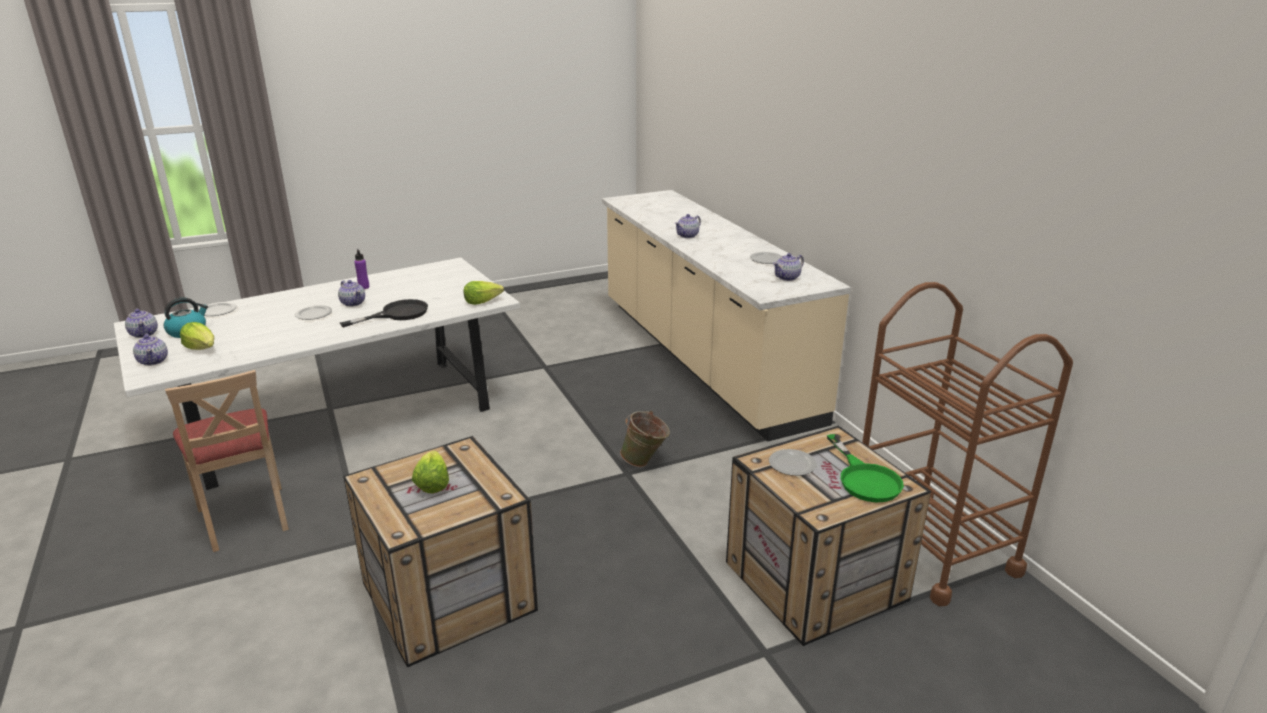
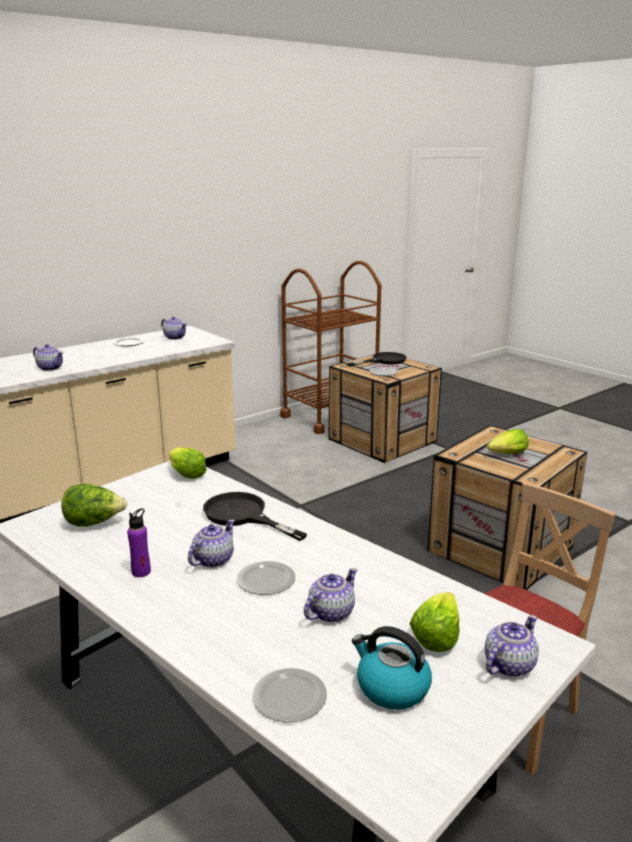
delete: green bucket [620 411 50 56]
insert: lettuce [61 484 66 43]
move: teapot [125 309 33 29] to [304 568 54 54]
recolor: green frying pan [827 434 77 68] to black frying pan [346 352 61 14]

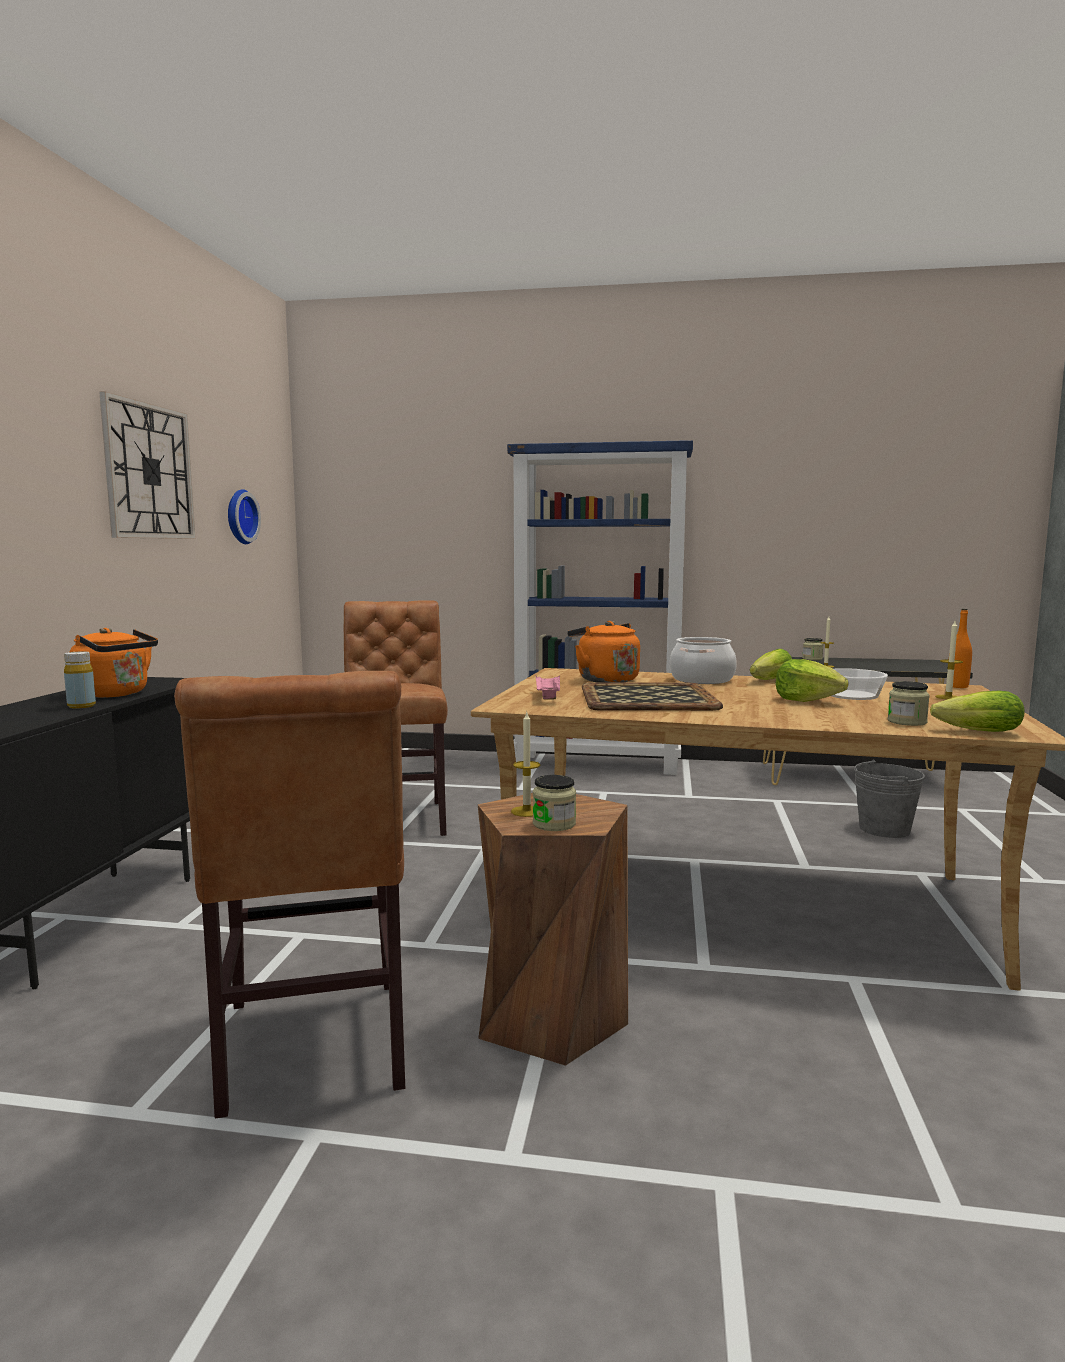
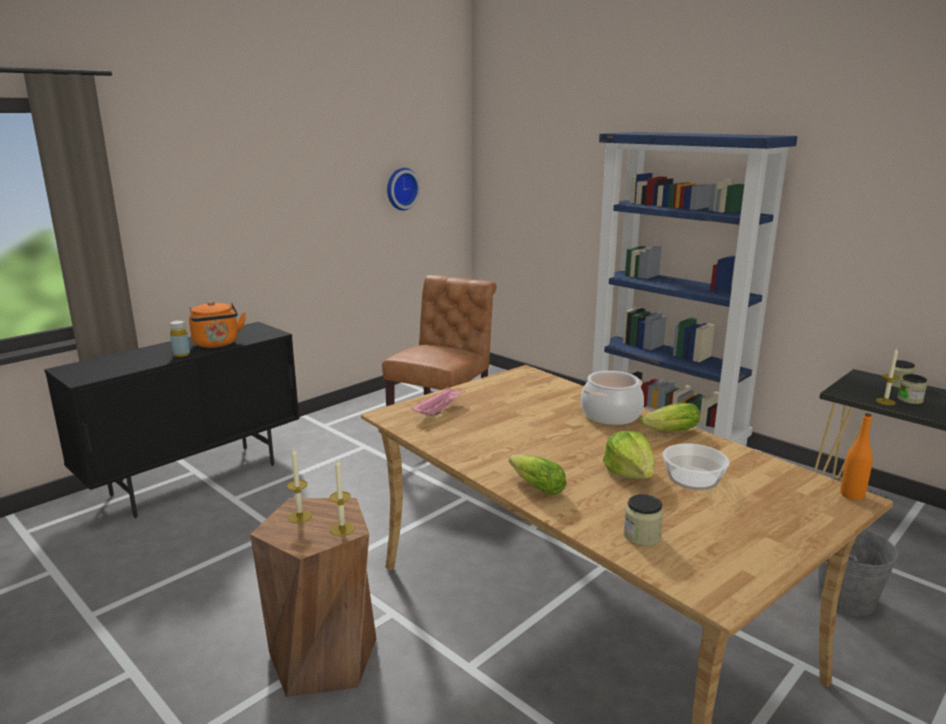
delete: wall clock [99 391 97 148]; brown chair [174 671 231 447]; orange kettle [567 621 73 62]; tray [582 683 141 28]
move: jar [533 775 43 56] to [897 374 30 30]; lettuce [930 691 95 41] to [509 455 57 40]; candle [935 621 28 78] to [330 459 24 77]

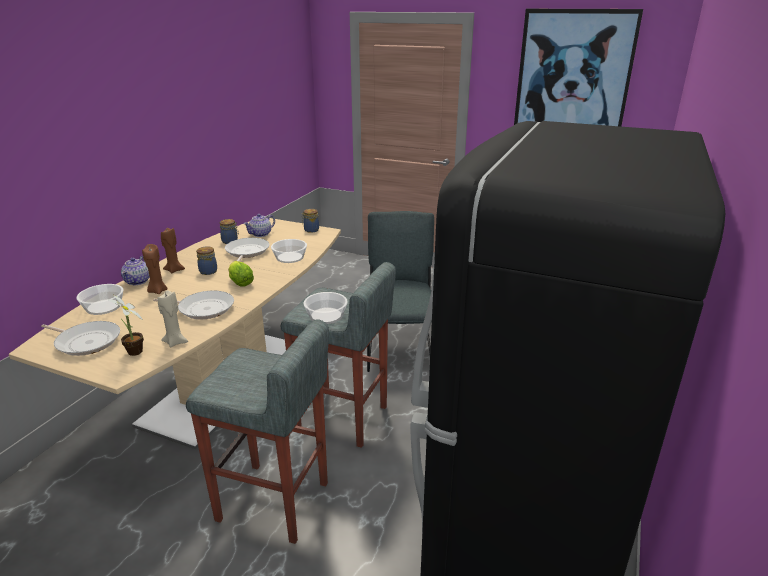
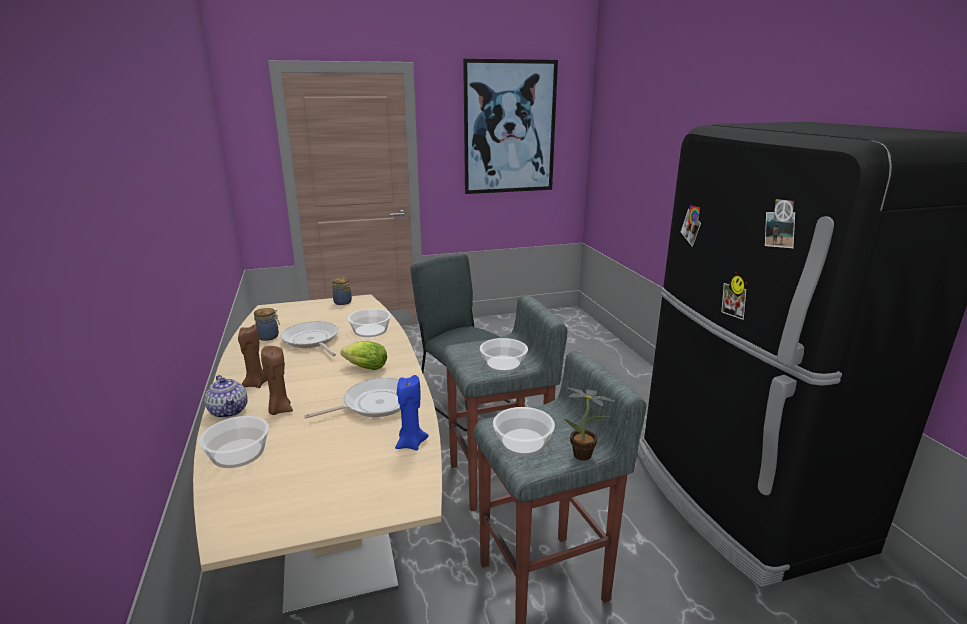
delete: frying pan [41 321 79 35]; jar [196 246 21 29]; teapot [243 214 32 23]
insert: bowl [493 407 62 49]
move: potted plant [108 295 36 61] to [565 387 50 74]
recolor: beige candle [158 290 30 57] to blue candle [395 375 34 76]

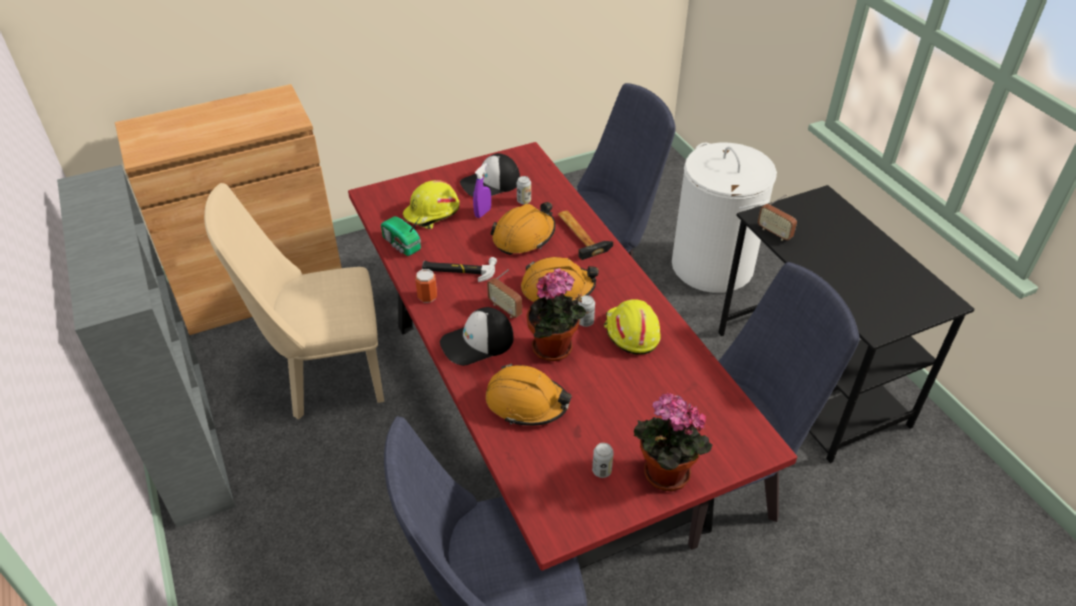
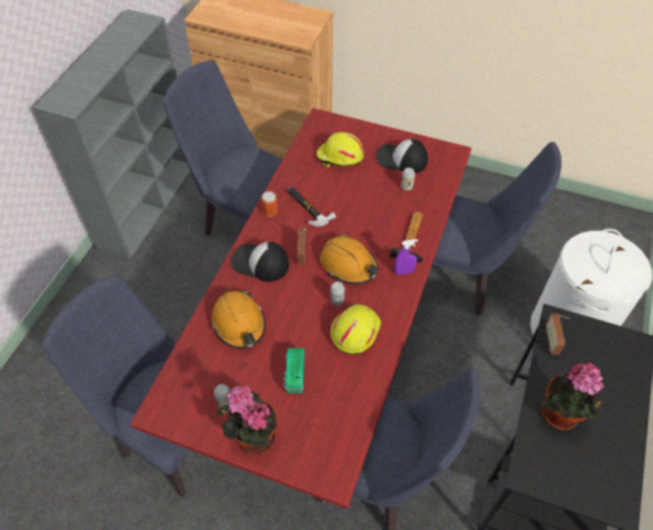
delete: orange hard hat [490 202 66 53]
move: radio [381 216 40 40] to [283 348 22 45]; purple spray bottle [473 163 18 55] to [394 239 24 36]; potted plant [526 268 60 93] to [542 363 62 67]
recolor: beige chair [204 183 180 236] to blue chair [163 60 120 175]

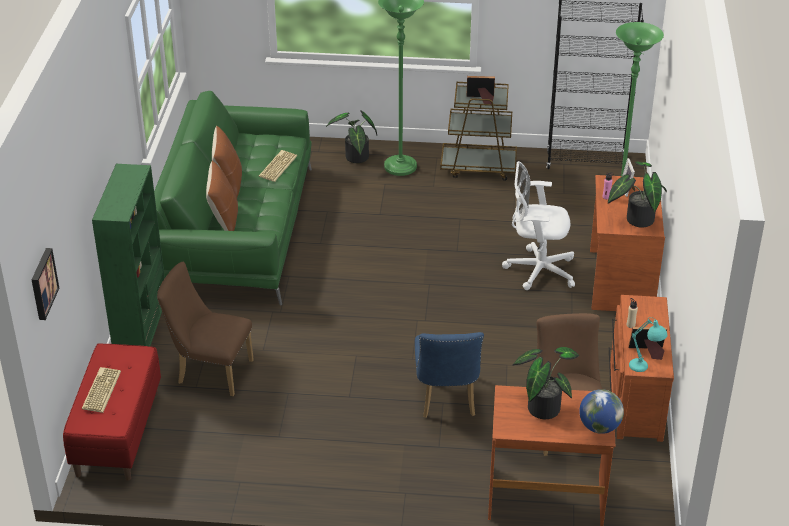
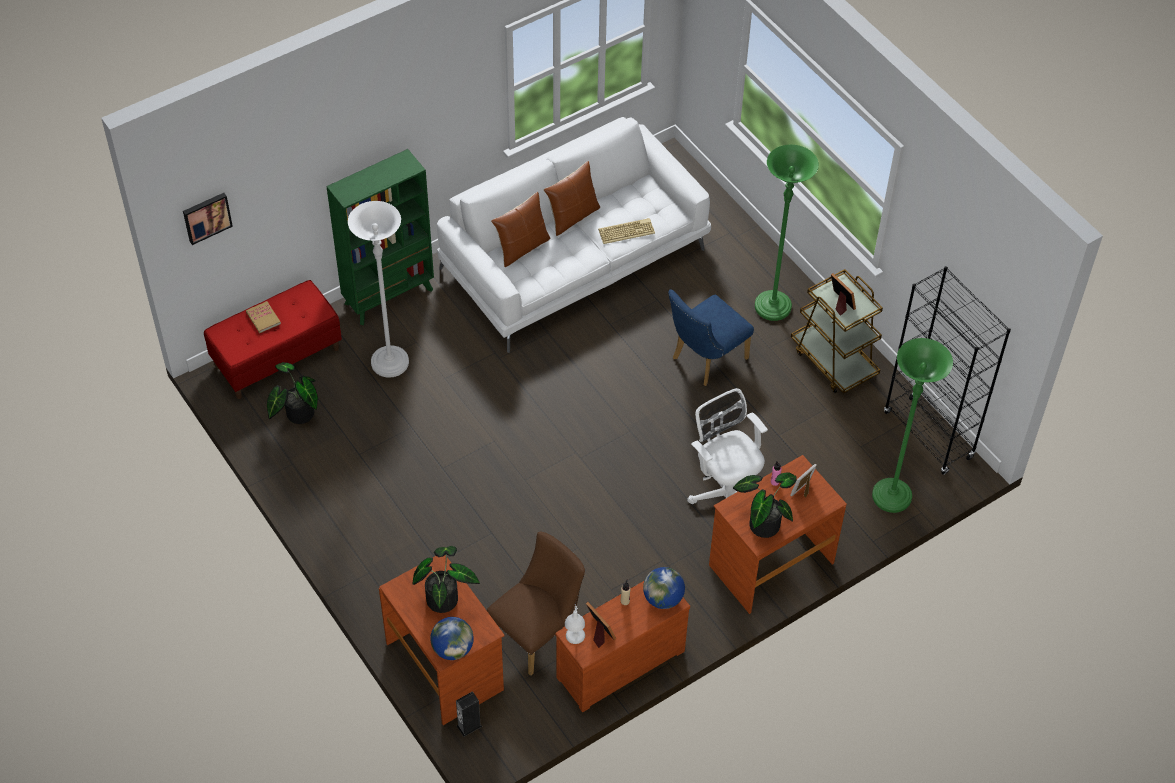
insert: speaker [456 691 26 46]; globe [643 567 42 42]
move: potted plant [326 110 51 53] to [267 362 51 62]; blue chair [415 332 69 86] to [668 289 86 97]
replace: keyboard [82 367 39 46] to book [246 301 35 32]; brown chair [157 262 97 134] to white floor lamp [348 201 61 176]
recolor: green sofa [154 91 158 214] to white sofa [437 117 274 236]; turquoise table lamp [629 317 38 55] to white table lamp [565 605 20 39]

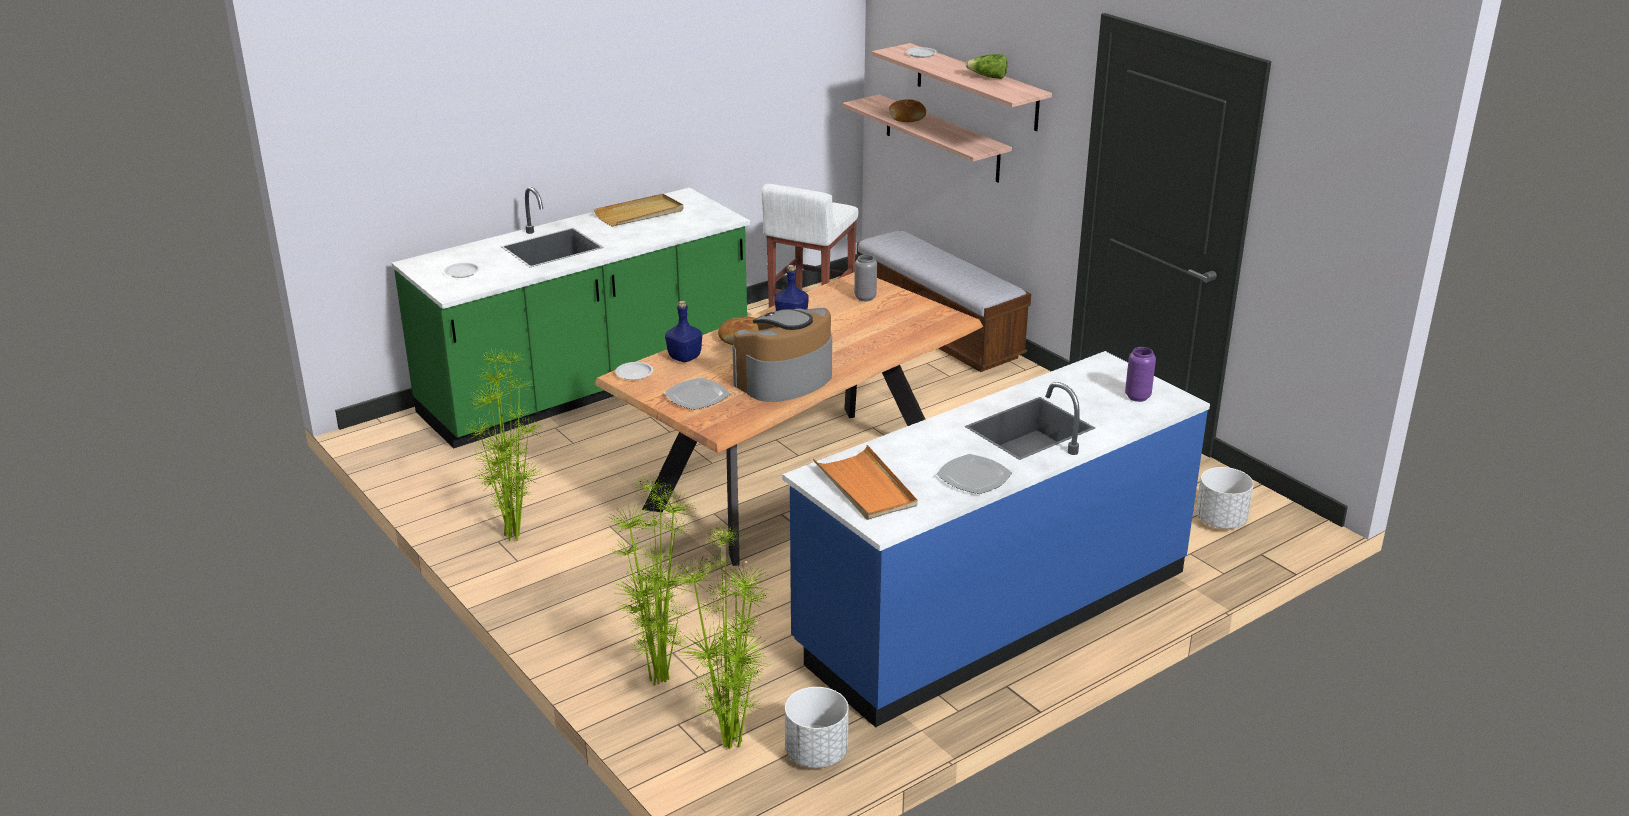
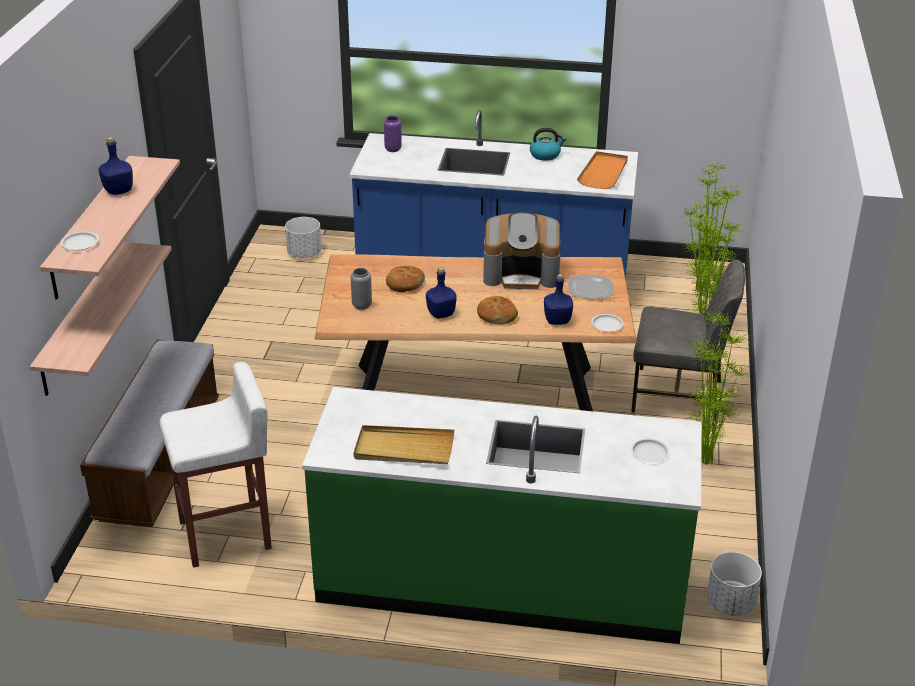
insert: grey chair [631 260 114 160]
move: white planter [785 687 64 81] to [707 552 55 64]; bread [889 99 37 23] to [386 266 39 26]
replace: plate [936 454 76 40] to kettle [530 128 36 33]; lettuce [965 54 42 25] to blue bottle [98 137 35 58]

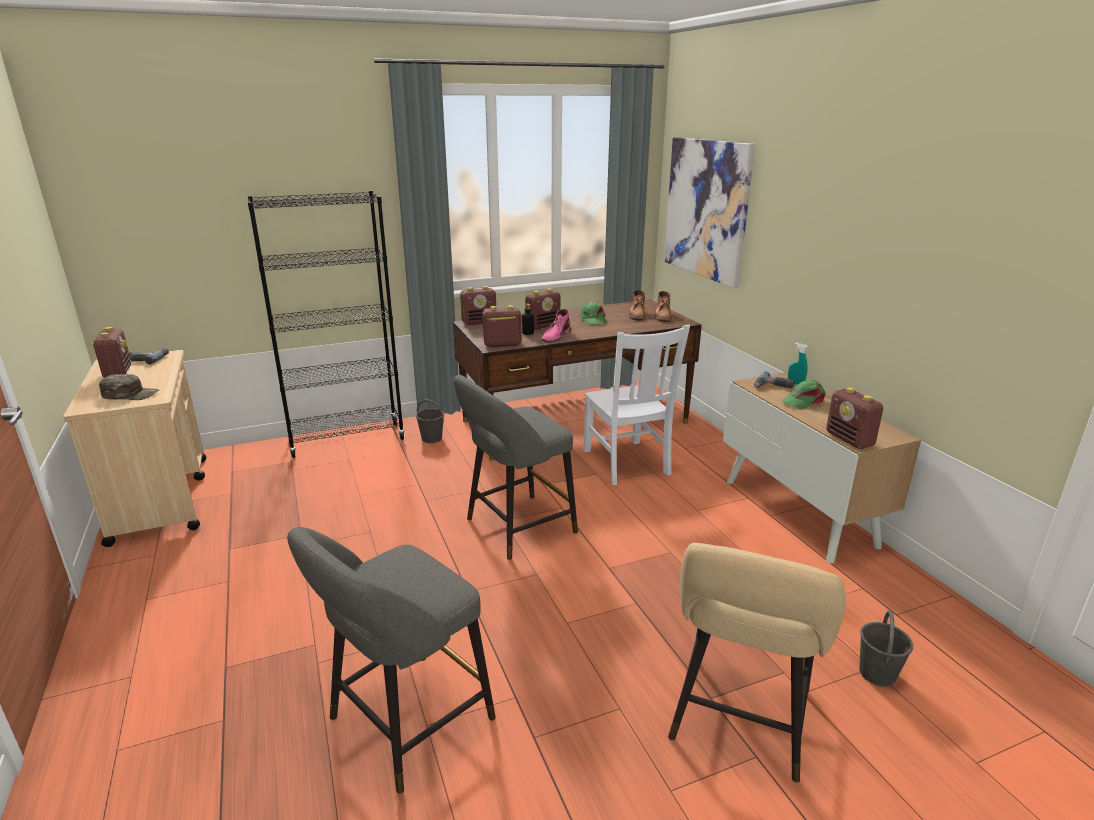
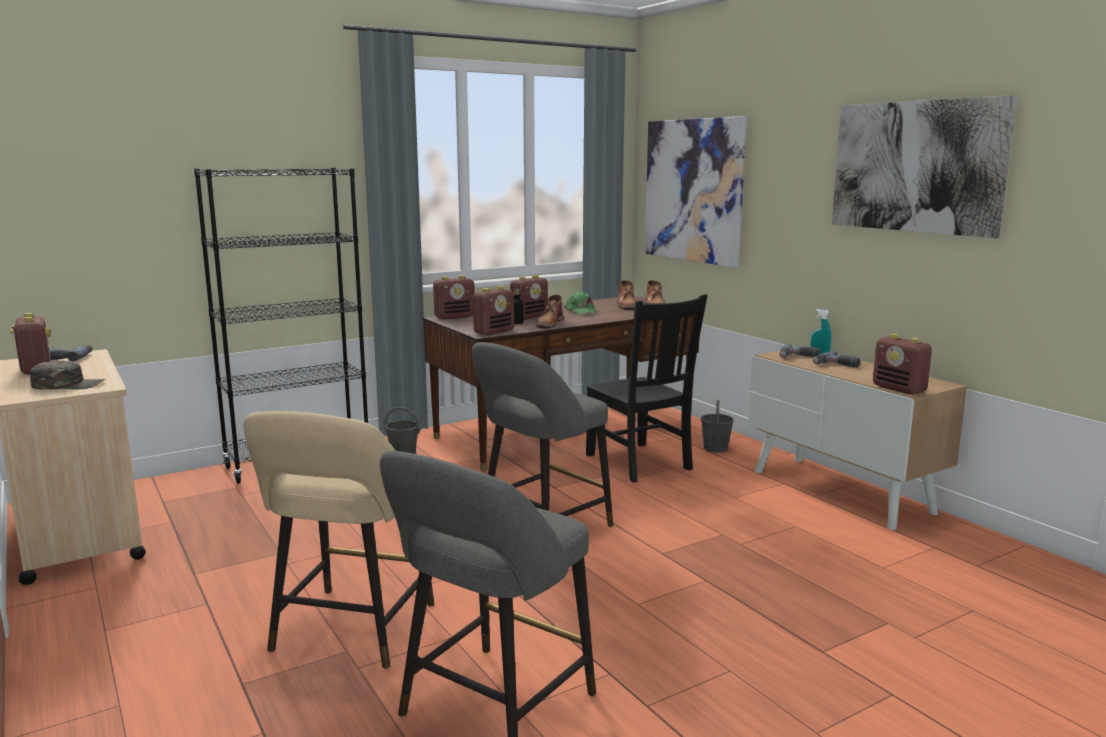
insert: picture [832 95 185 143]
move: beige stool [668 543 178 240] to [243 411 191 258]; grey bucket [859 610 54 77] to [701 400 33 52]
replace: green cap [782 379 43 30] to power drill [813 351 47 16]
recolor: pink boot [542 309 29 33] to brown boot [536 295 28 33]; white chair [583 325 107 160] to black chair [586 294 122 189]
rotate: radio [483 305 39 42] = [473 286 41 49] 150 degrees clockwise

